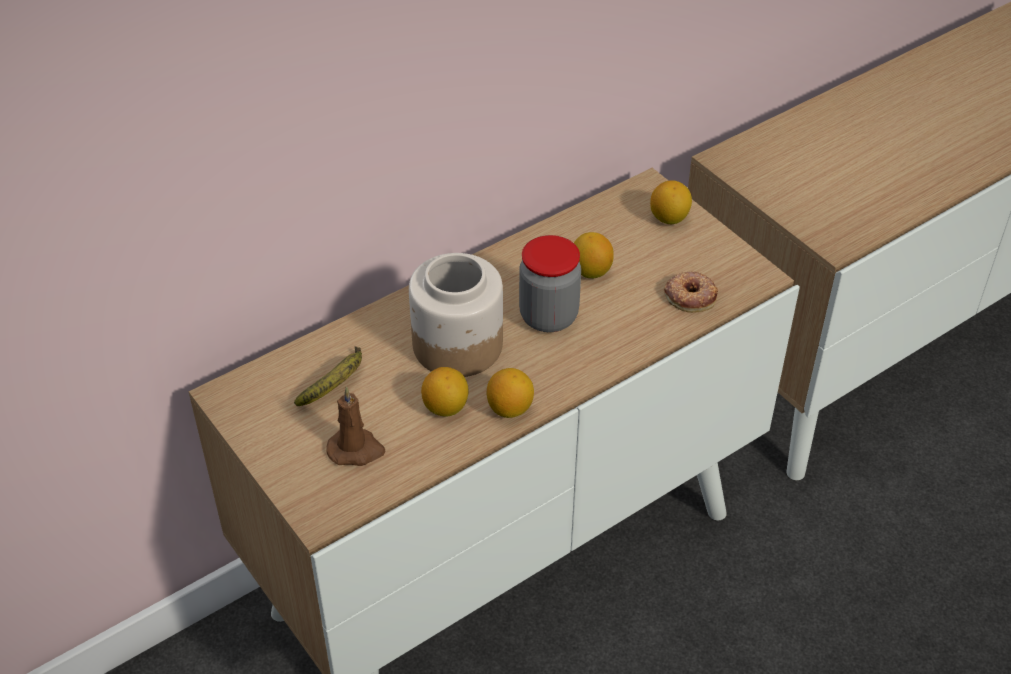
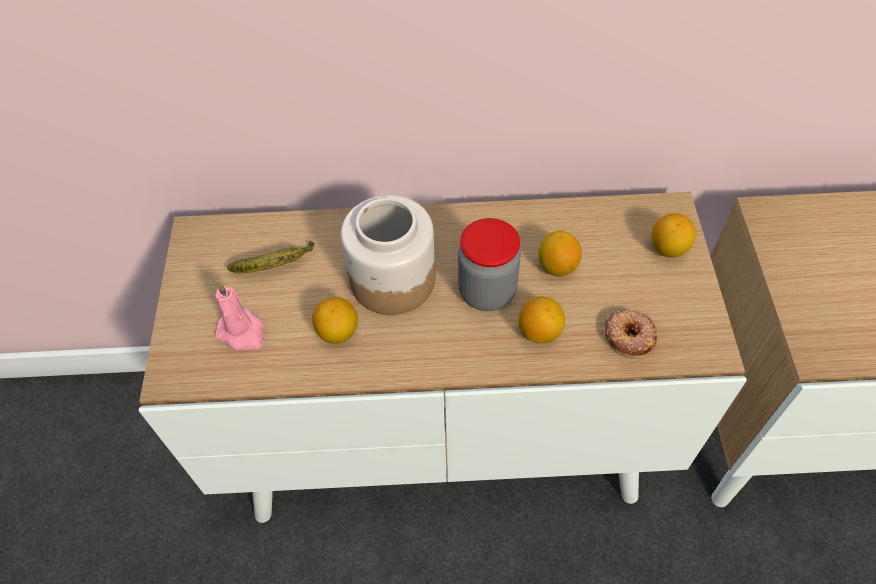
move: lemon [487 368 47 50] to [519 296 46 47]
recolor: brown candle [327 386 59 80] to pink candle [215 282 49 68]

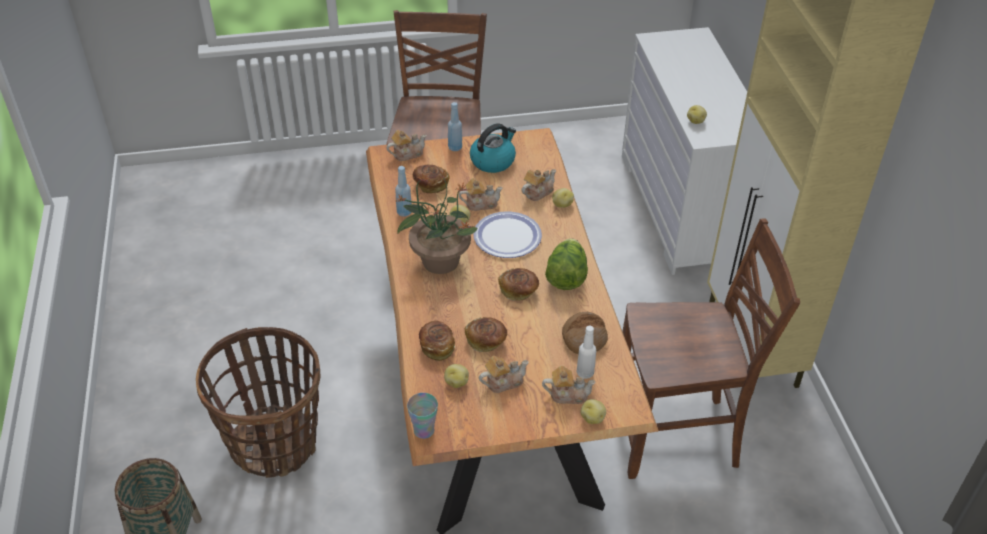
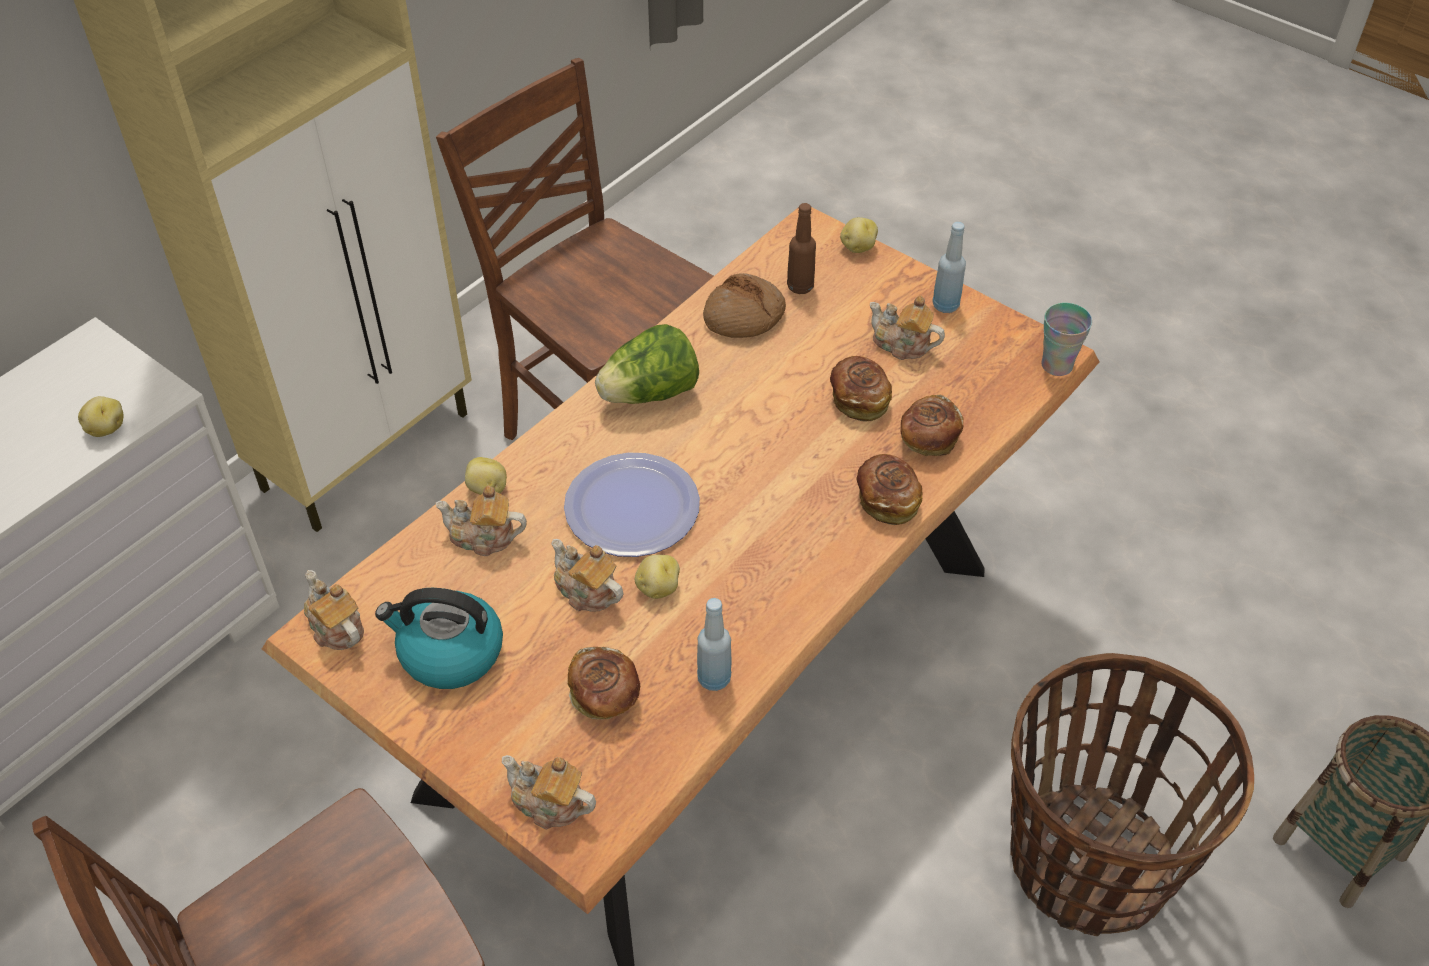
delete: potted plant [396 170 81 104]; potato [444 364 25 24]
move: blue bottle [448 102 14 49] to [932 222 34 91]; bread [498 268 41 33] to [856 454 66 71]; teapot [542 366 54 38] to [304 570 60 80]
recolor: white bottle [576 326 20 53] to brown bottle [787 203 29 91]

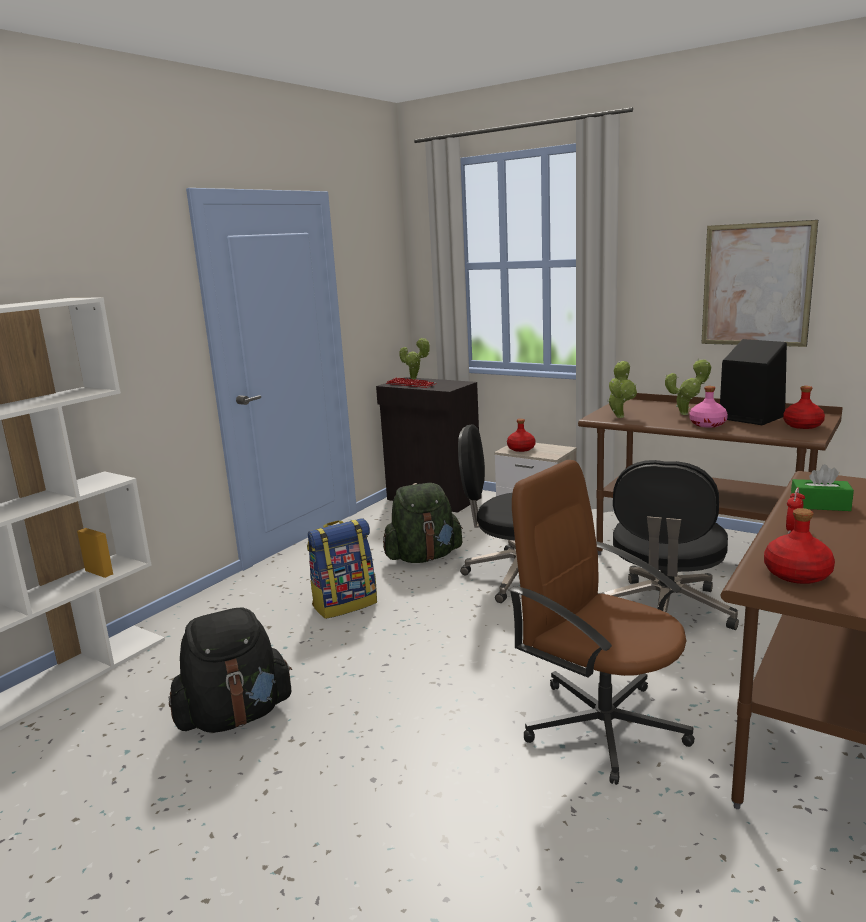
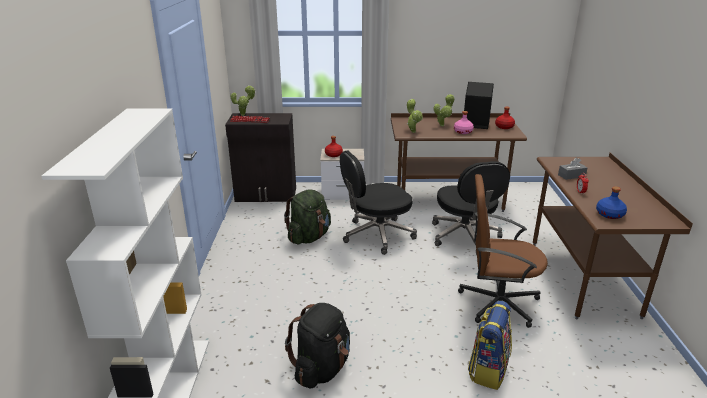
delete: picture [701 220 117 127]
move: backpack [307 518 70 101] to [468 301 44 89]
recolor: red bottle [764 508 71 76] to blue bottle [596 186 31 33]; green tissue box [791 464 63 47] to grey tissue box [558 158 30 22]

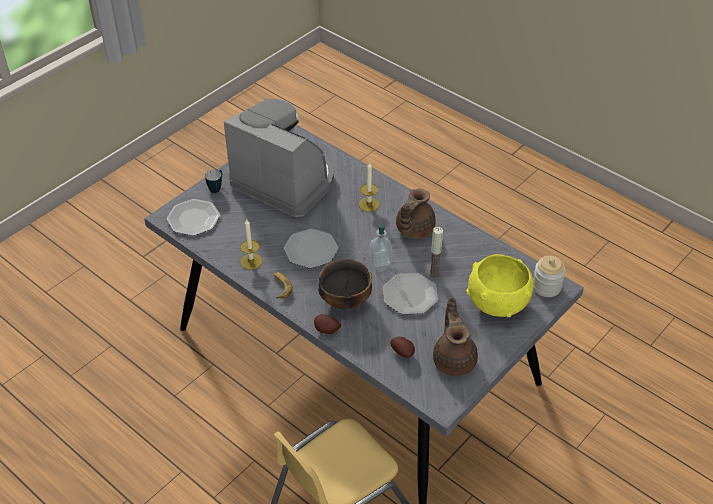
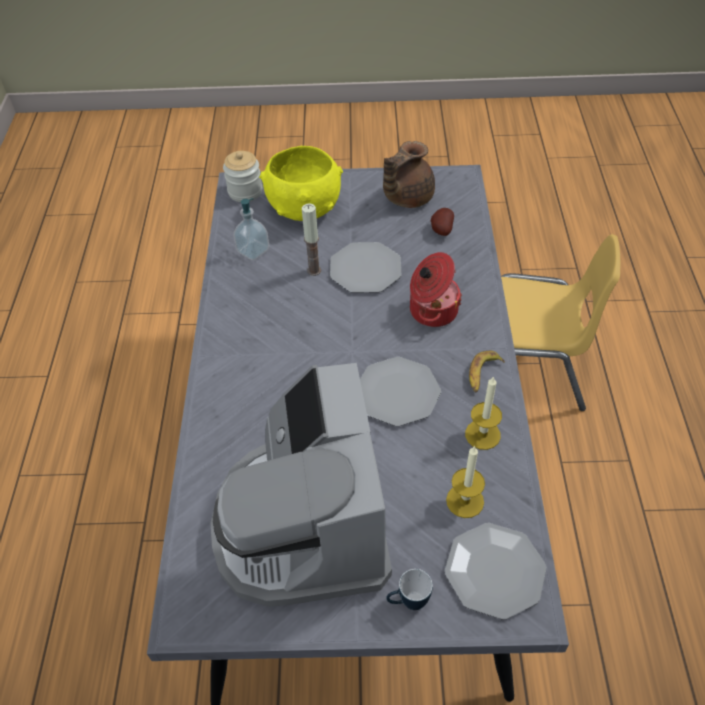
delete: potato [314 314 27 20]; brown teapot [396 189 40 50]
move: candle [359 162 20 50] to [446 446 39 72]; soap dispenser [370 224 22 43] to [233 198 36 63]
replace: bowl [318 259 54 50] to cooking pot [410 252 52 75]

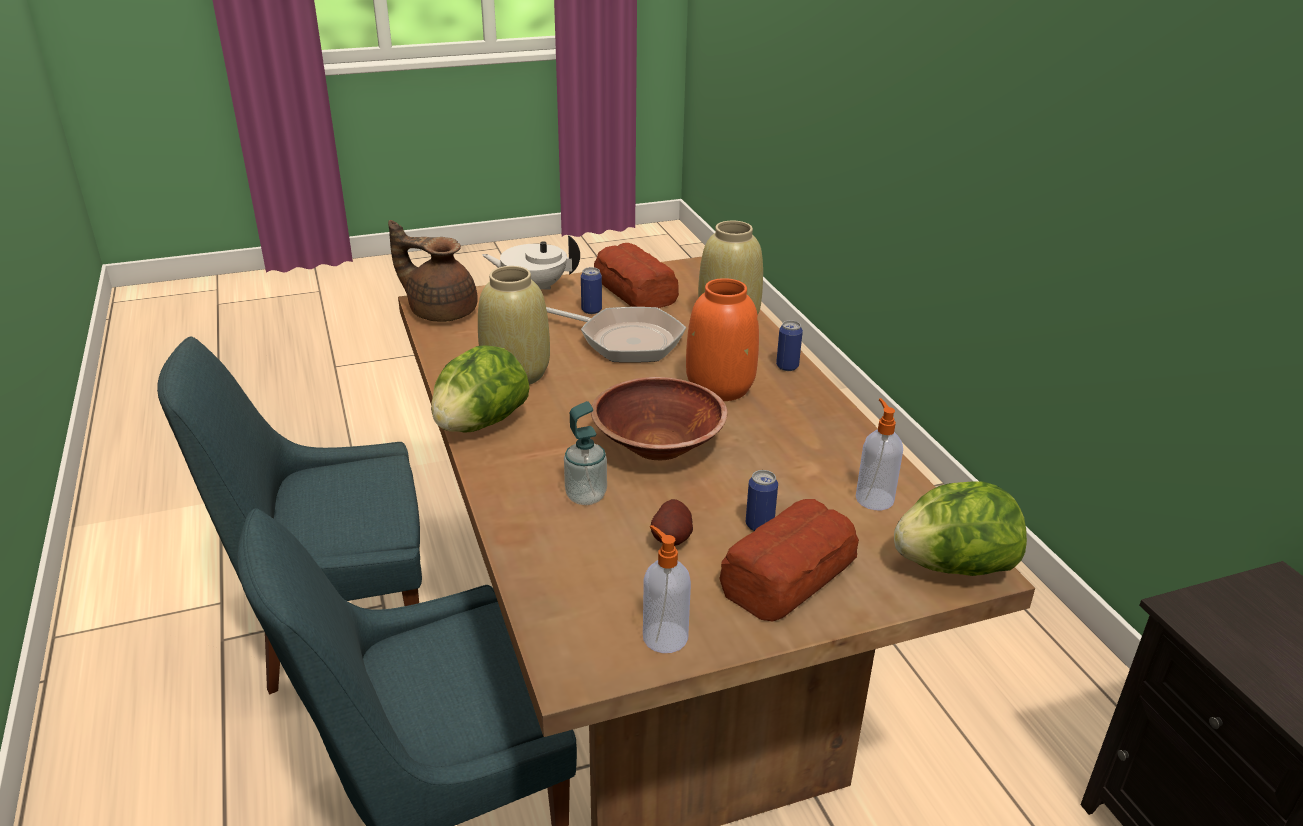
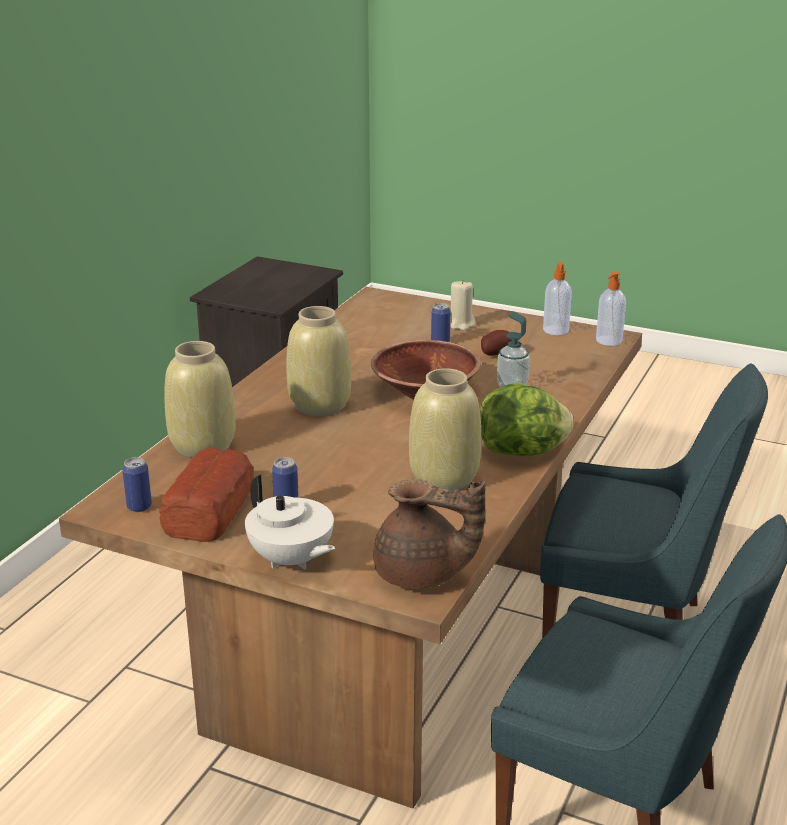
delete: frying pan [546 307 140 56]; lettuce [894 482 133 94]
move: can [776 320 27 51] to [122 457 30 55]; soap dispenser [856 398 47 112] to [596 271 30 75]
replace: bread [719 499 140 122] to beige candle [450 280 25 51]
recolor: orange vase [686 278 73 123] to beige vase [286 306 65 110]
rotate: brown teapot [388 220 90 102] = [373 479 113 110] 45 degrees counterclockwise

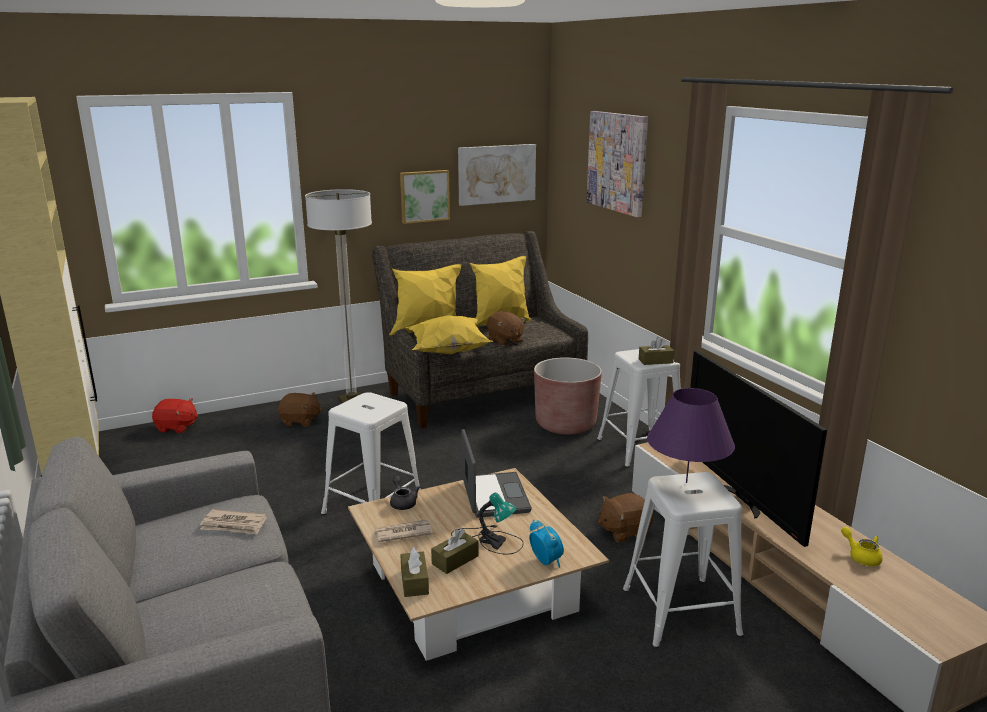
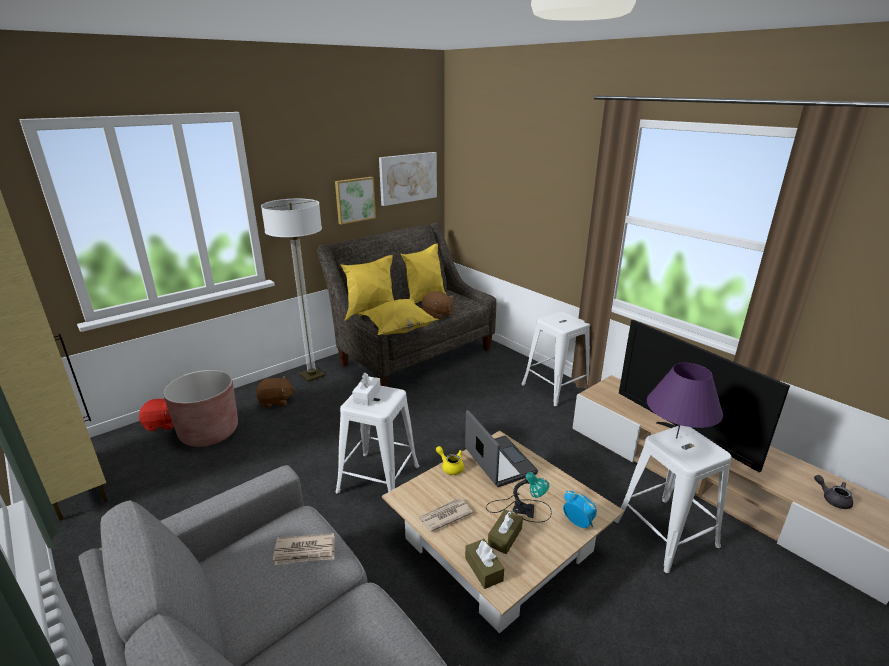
delete: picture [587 111 61 106]; brown plush toy [598 493 55 49]; brown tissue box [639 337 35 28]
insert: white tissue box [352 372 29 34]
move: grey teapot [390 476 30 34] to [814 475 39 34]; brown planter [534 357 68 78] to [163 370 75 77]; yellow teapot [841 527 42 39] to [436 446 28 29]

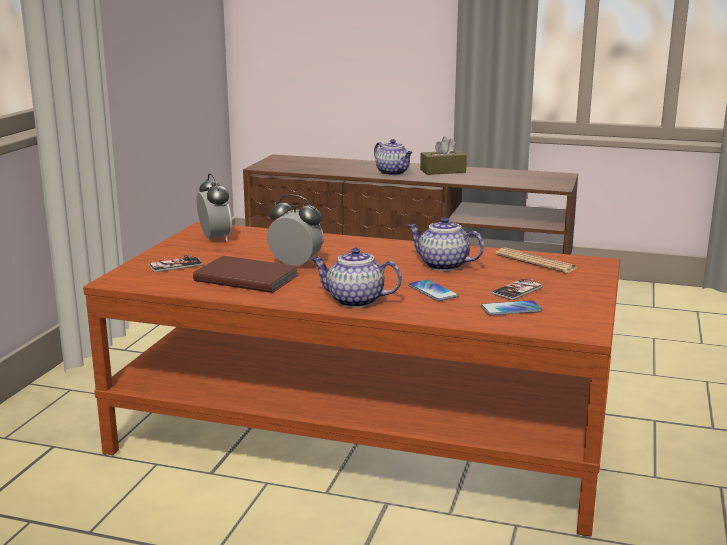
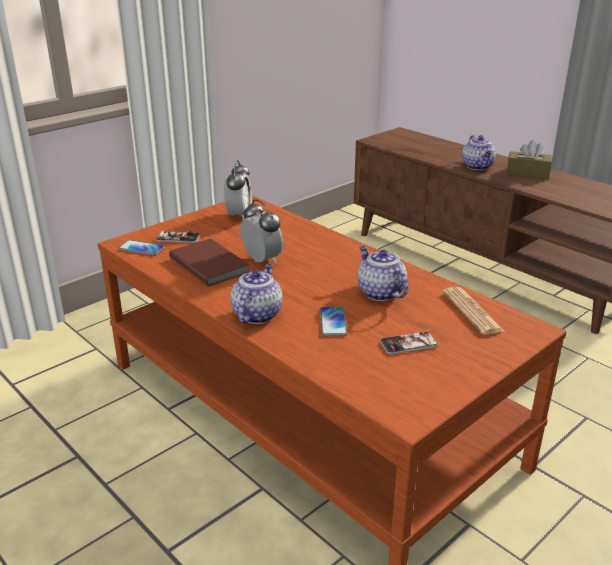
move: phone [481 300 61 16] to [119 240 46 16]
rotate: teapot [312 248 90 60] = [230 264 53 60] 60 degrees clockwise

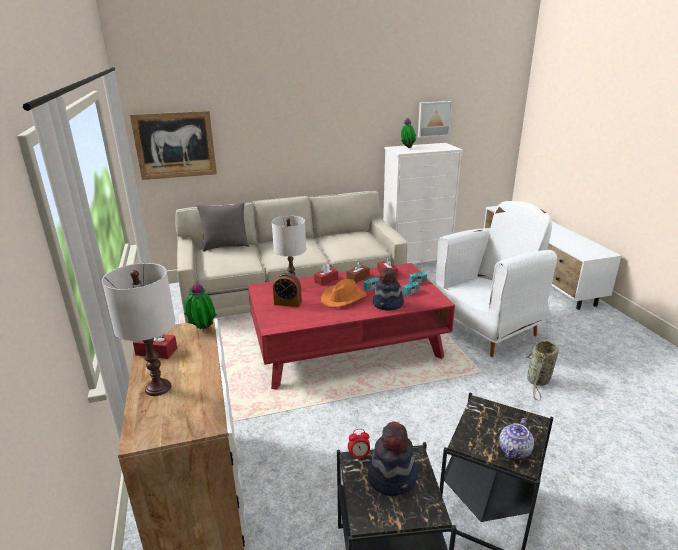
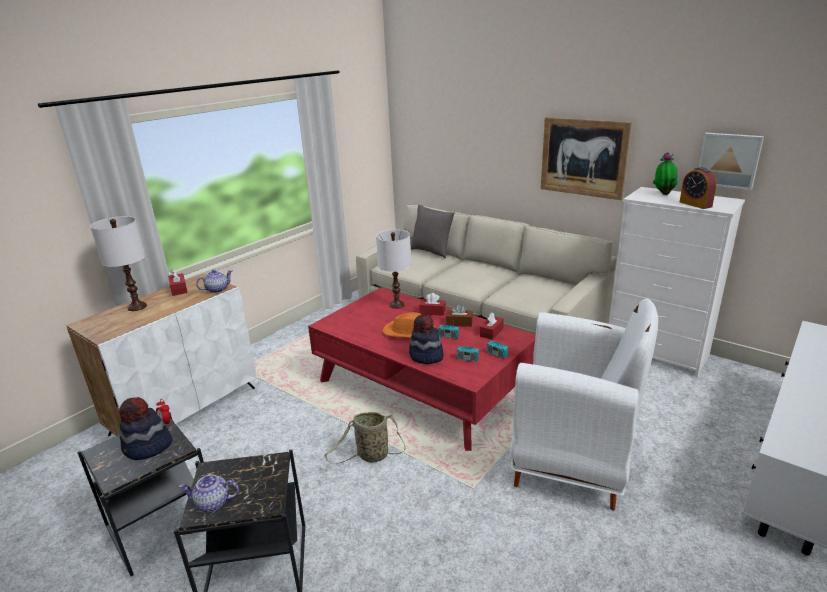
move: picture [130 111 87 69] to [541 117 91 83]; alarm clock [273 273 29 34] to [680 167 37 42]; basket [525 338 34 63] to [324 412 81 52]
replace: potted plant [184 282 33 47] to teapot [196 270 37 23]

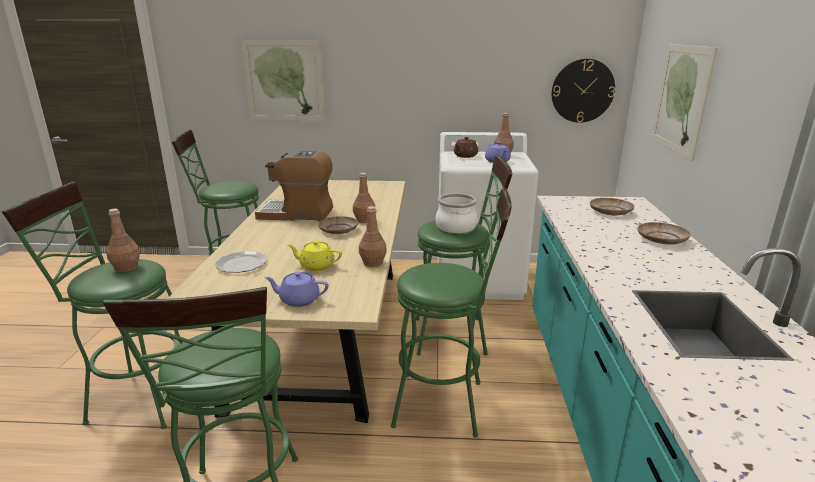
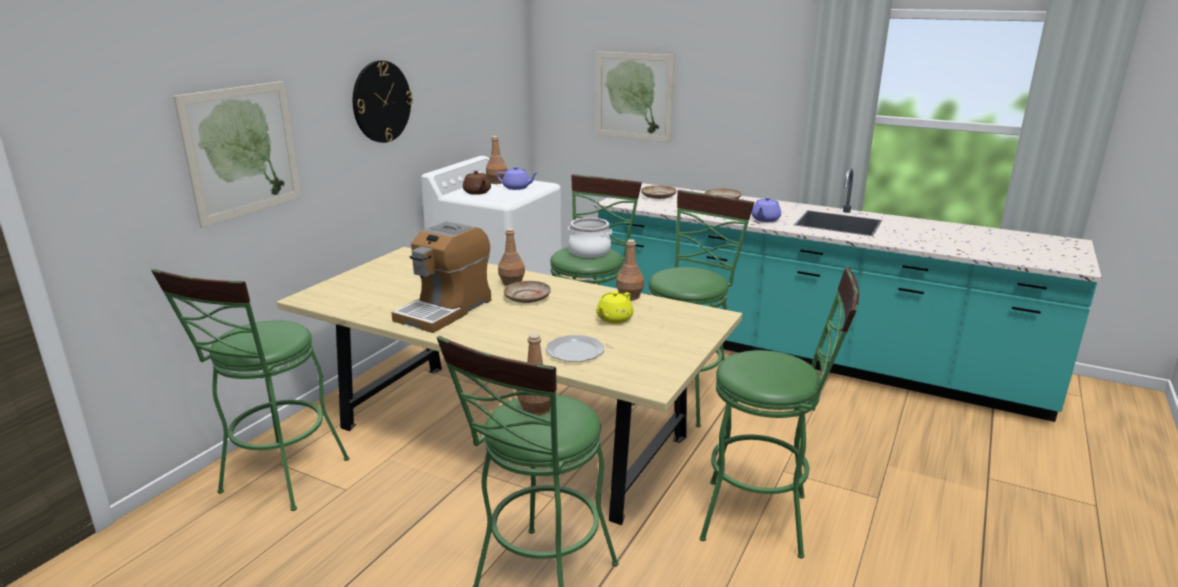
move: purple teapot [264 271 64 36] to [751 197 30 25]; wall clock [552 59 63 64] to [353 60 60 83]

